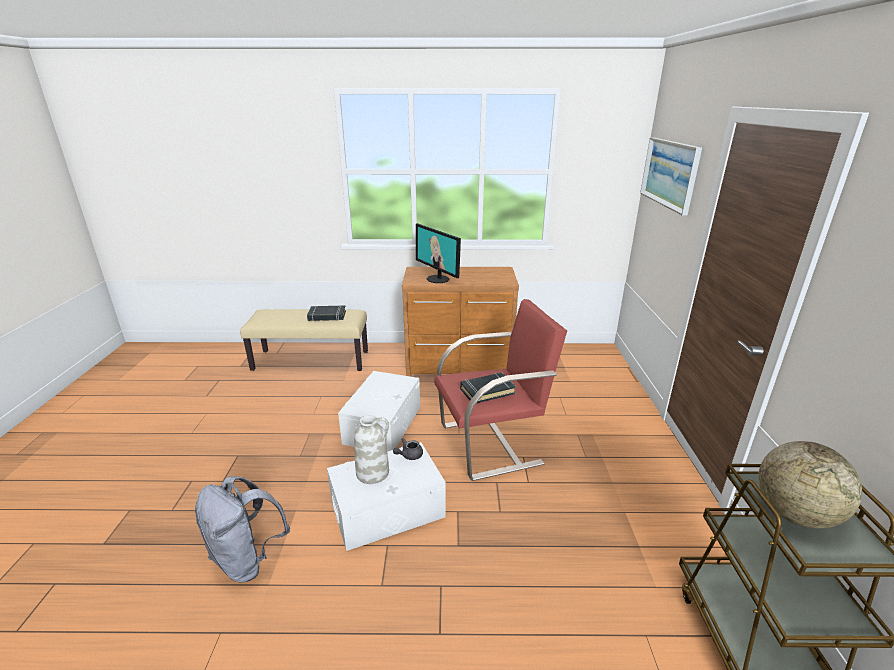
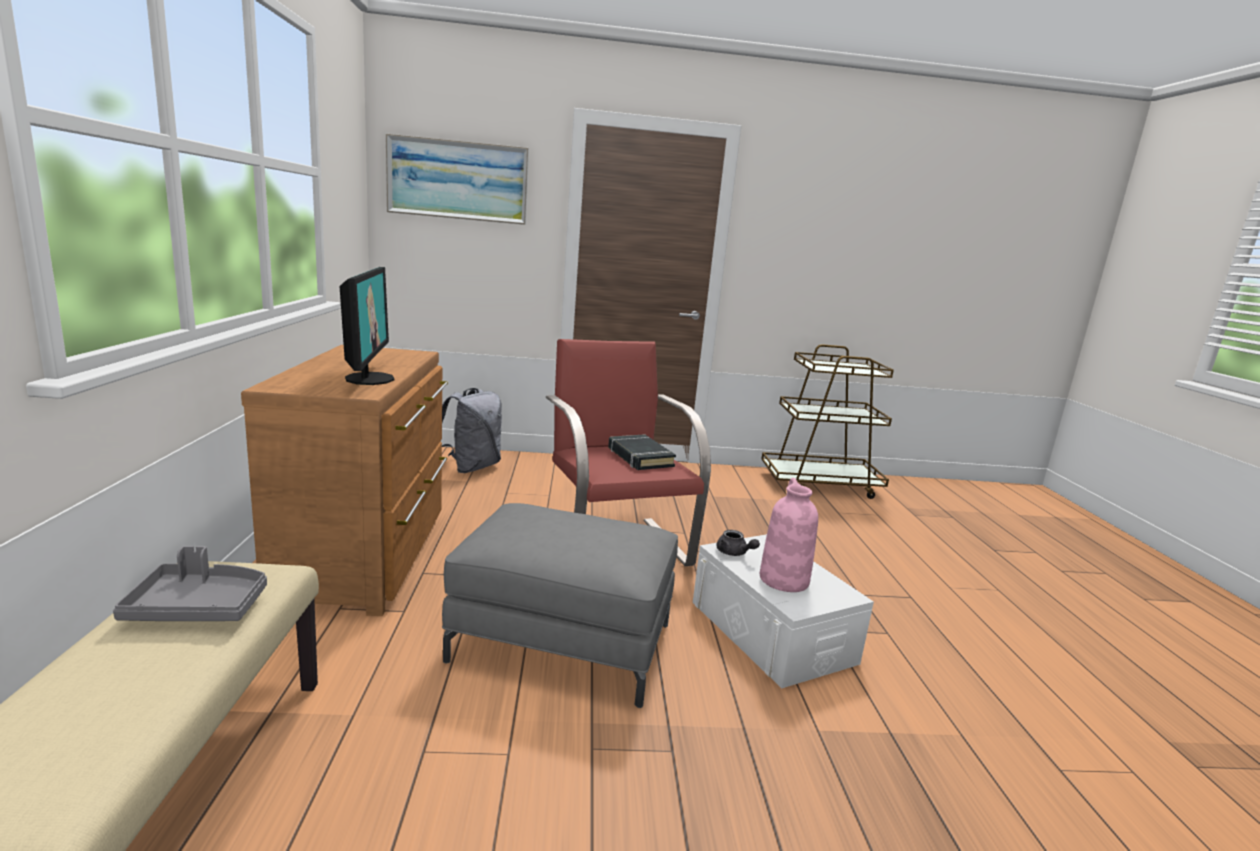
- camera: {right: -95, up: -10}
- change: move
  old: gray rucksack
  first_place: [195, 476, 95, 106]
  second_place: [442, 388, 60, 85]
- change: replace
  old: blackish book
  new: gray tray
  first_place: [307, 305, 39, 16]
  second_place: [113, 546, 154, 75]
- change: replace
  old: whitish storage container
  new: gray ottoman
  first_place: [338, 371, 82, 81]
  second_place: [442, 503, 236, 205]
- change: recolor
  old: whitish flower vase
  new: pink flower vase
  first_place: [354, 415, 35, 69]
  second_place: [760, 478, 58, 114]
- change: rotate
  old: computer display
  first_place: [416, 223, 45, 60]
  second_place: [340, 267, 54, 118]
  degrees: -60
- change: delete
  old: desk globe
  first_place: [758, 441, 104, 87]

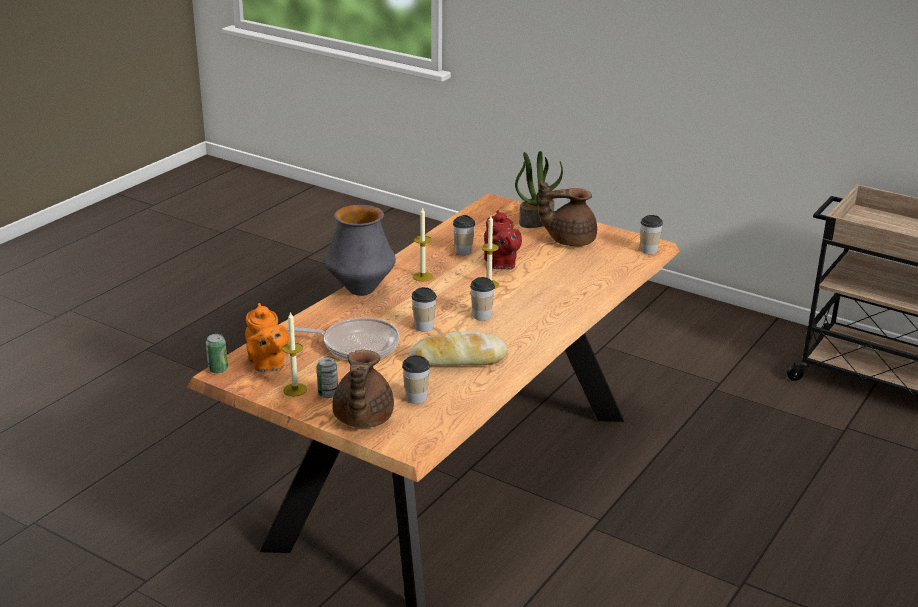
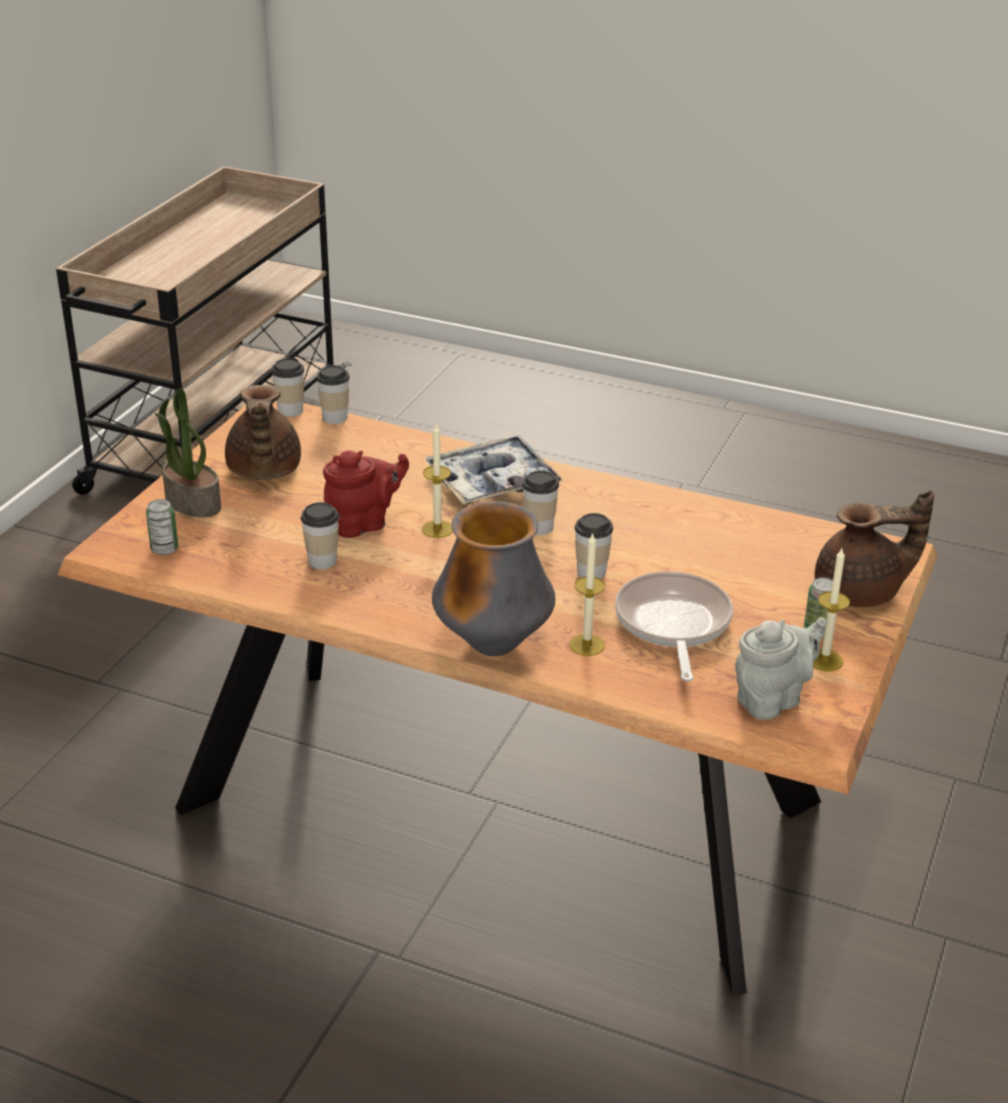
- camera: {right: -100, up: 5}
- change: move
  old: can
  first_place: [206, 334, 22, 39]
  second_place: [146, 499, 32, 56]
- change: recolor
  old: orange pot for tea
  new: gray pot for tea
  first_place: [245, 303, 44, 69]
  second_place: [735, 617, 92, 103]
- change: move
  old: small cup
  first_place: [402, 355, 28, 49]
  second_place: [316, 365, 34, 59]
- change: delete
  old: baked bread
  first_place: [409, 331, 98, 35]
- change: move
  old: wax light
  first_place: [413, 208, 20, 74]
  second_place: [569, 532, 36, 124]
- change: insert
  new: tray
  second_place: [424, 435, 139, 69]

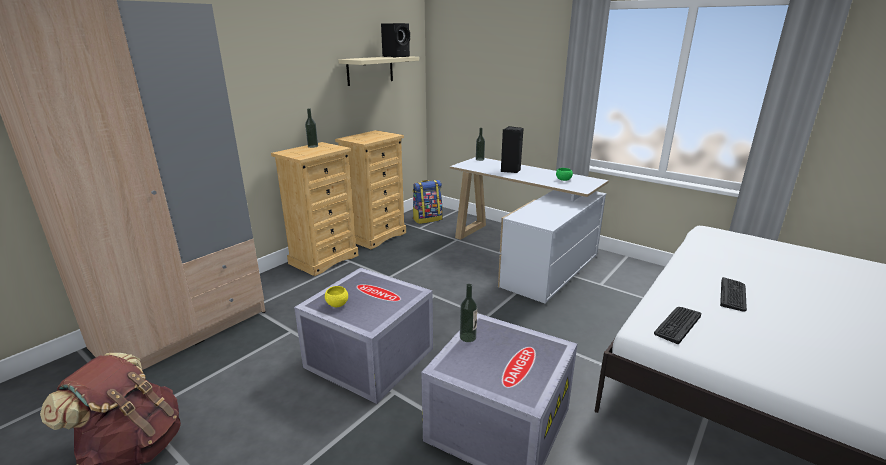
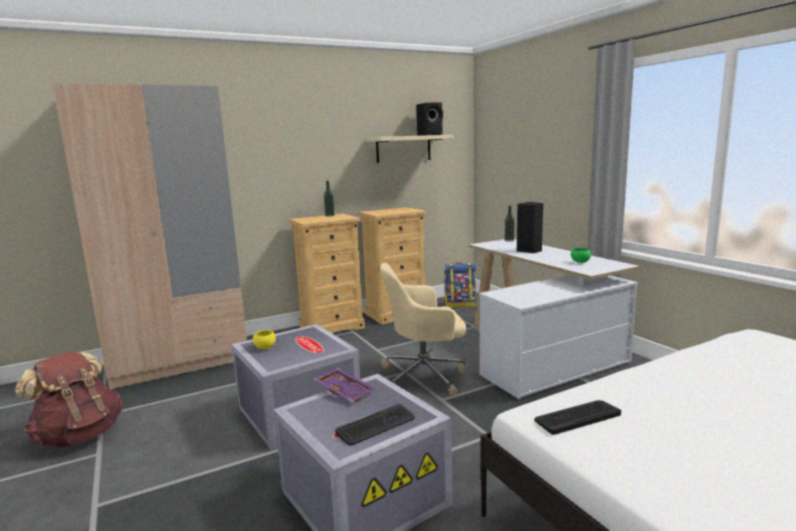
- camera: {right: 25, up: -10}
- change: replace
  old: bottle
  new: purple tray
  first_place: [460, 284, 17, 58]
  second_place: [314, 368, 62, 34]
- change: move
  old: PC keyboard
  first_place: [720, 277, 27, 35]
  second_place: [335, 404, 80, 41]
- change: insert
  new: sand-coloured desk chair
  second_place: [380, 263, 86, 133]

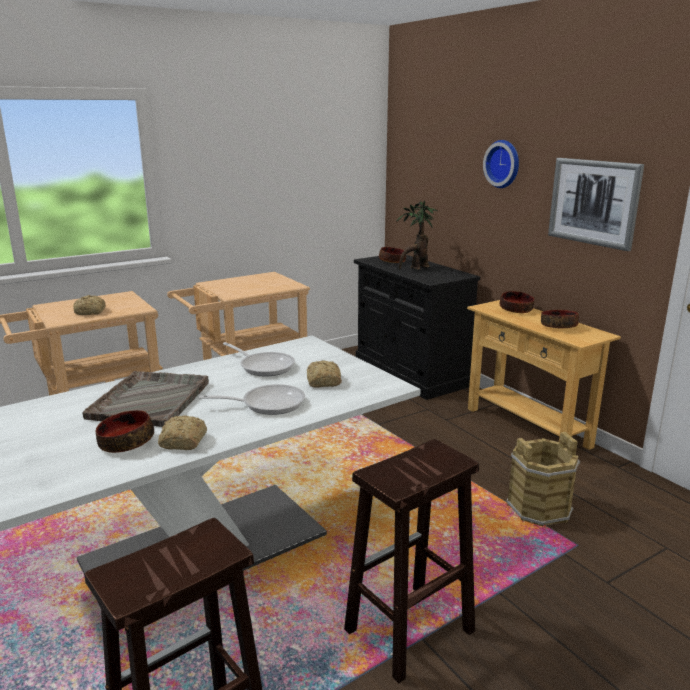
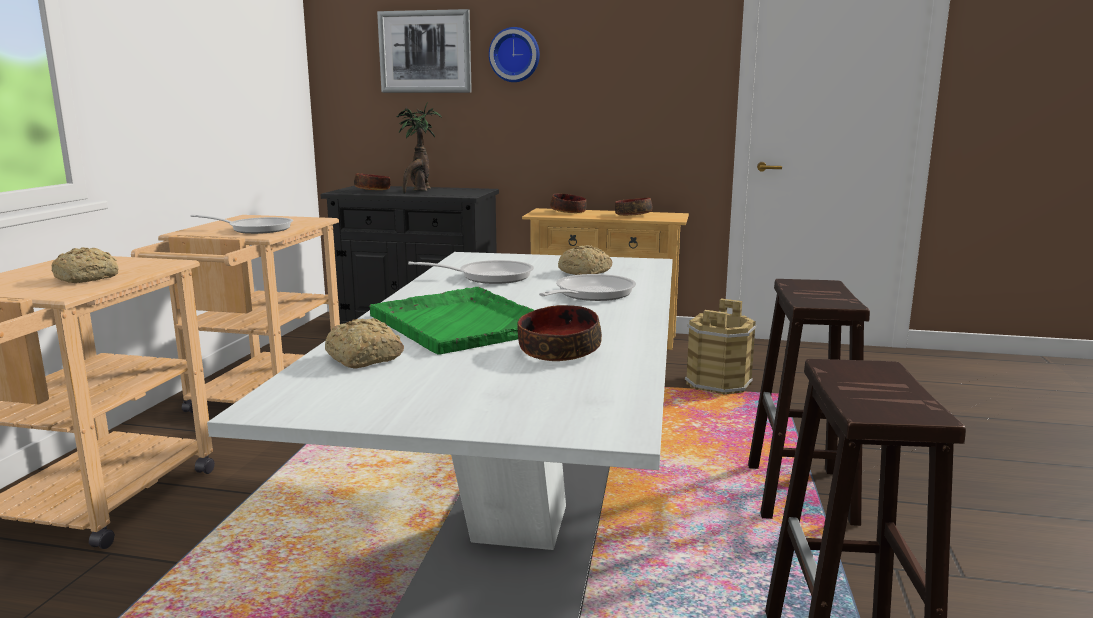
- camera: {right: -45, up: -5}
- change: recolor
  old: gray tray
  new: green tray
  first_place: [83, 371, 126, 56]
  second_place: [369, 287, 165, 68]
- change: move
  old: baked bread
  first_place: [158, 415, 49, 35]
  second_place: [325, 318, 79, 50]
- change: move
  old: wall art
  first_place: [548, 158, 96, 93]
  second_place: [377, 9, 95, 84]
- change: insert
  new: skillet
  second_place: [190, 214, 103, 20]

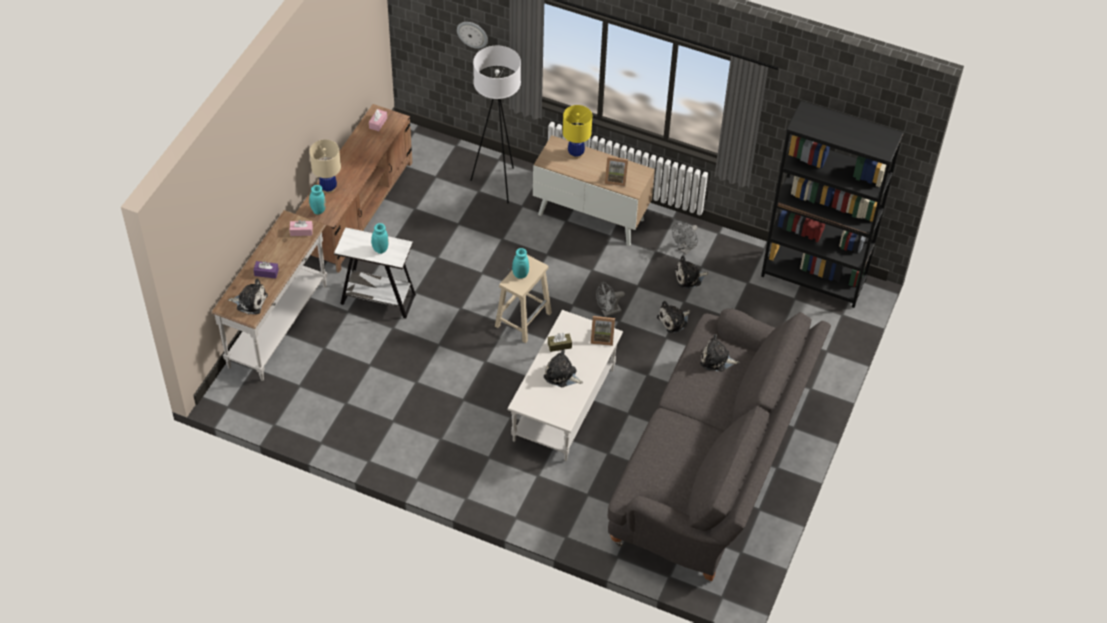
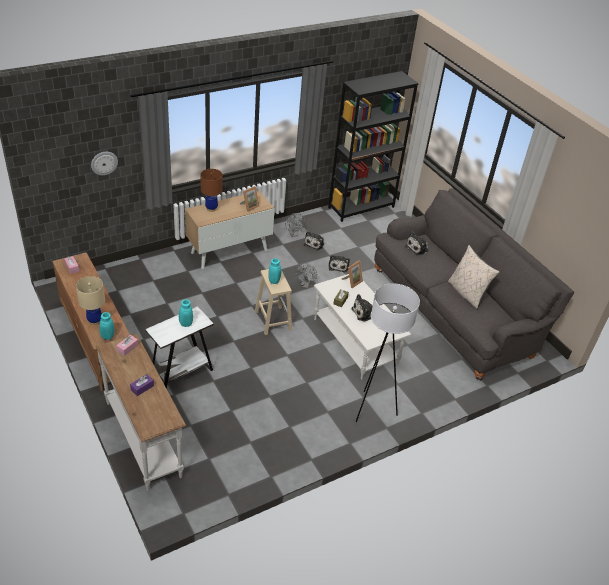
- camera: {right: -55, up: -10}
- change: delete
  old: cuddly toy
  first_place: [228, 278, 40, 36]
- change: move
  old: whitish standing lamp
  first_place: [470, 46, 51, 157]
  second_place: [356, 283, 64, 139]
- change: recolor
  old: yellow-coloured lamp for a table
  new: brown lamp for a table
  first_place: [563, 105, 29, 54]
  second_place: [200, 169, 22, 43]
- change: insert
  new: sand-coloured throw pillow
  second_place: [448, 245, 51, 64]

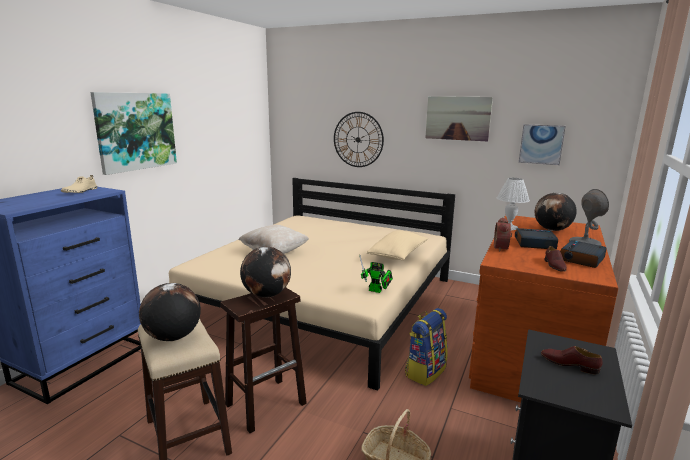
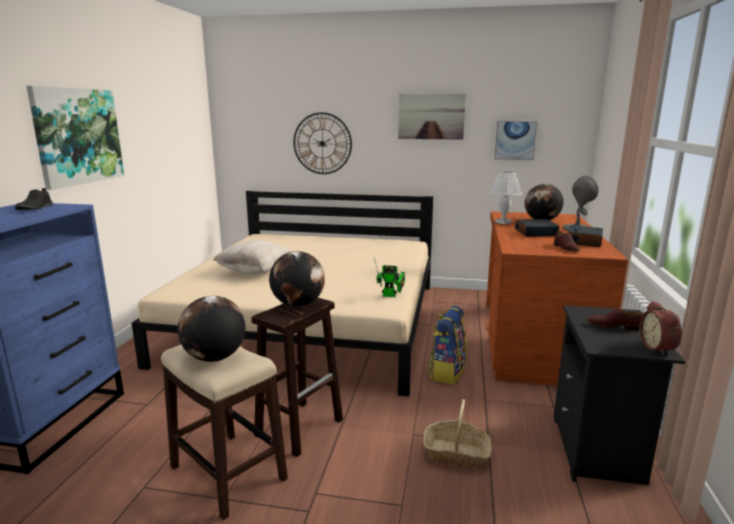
- camera: {right: -15, up: 0}
- change: recolor
  old: sand-coloured item of footwear
  new: blackish item of footwear
  first_place: [61, 175, 37, 18]
  second_place: [14, 188, 39, 22]
- change: delete
  old: sand-coloured throw pillow
  first_place: [367, 230, 61, 30]
- change: move
  old: bedside clock
  first_place: [494, 218, 18, 33]
  second_place: [640, 301, 42, 55]

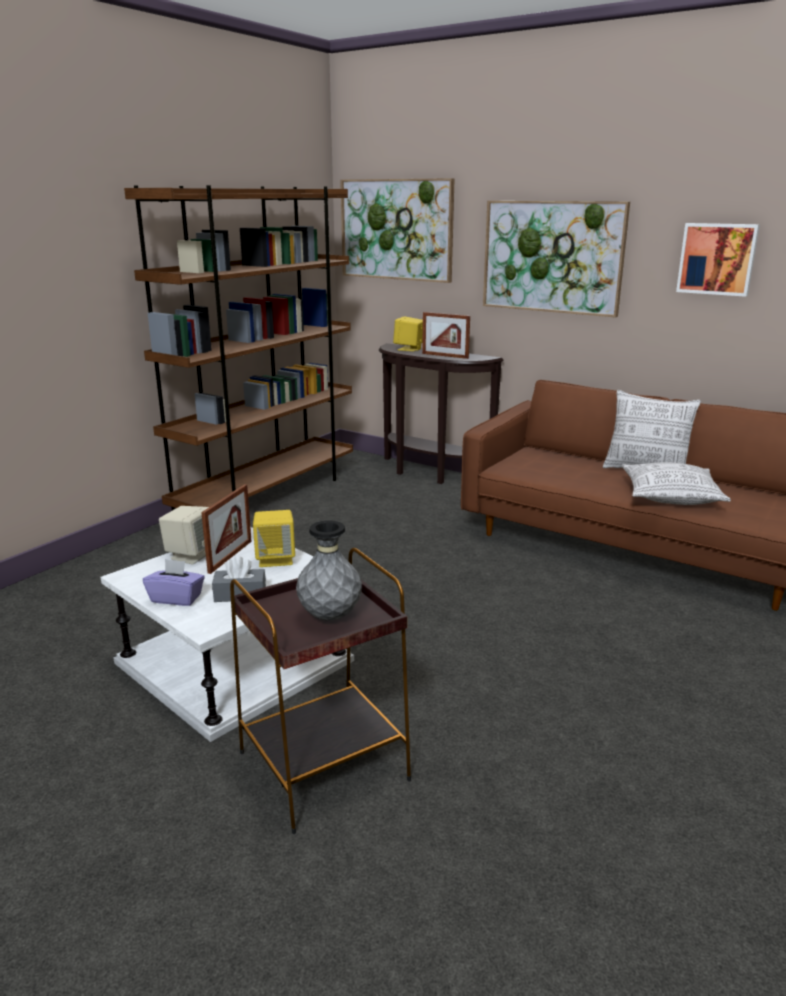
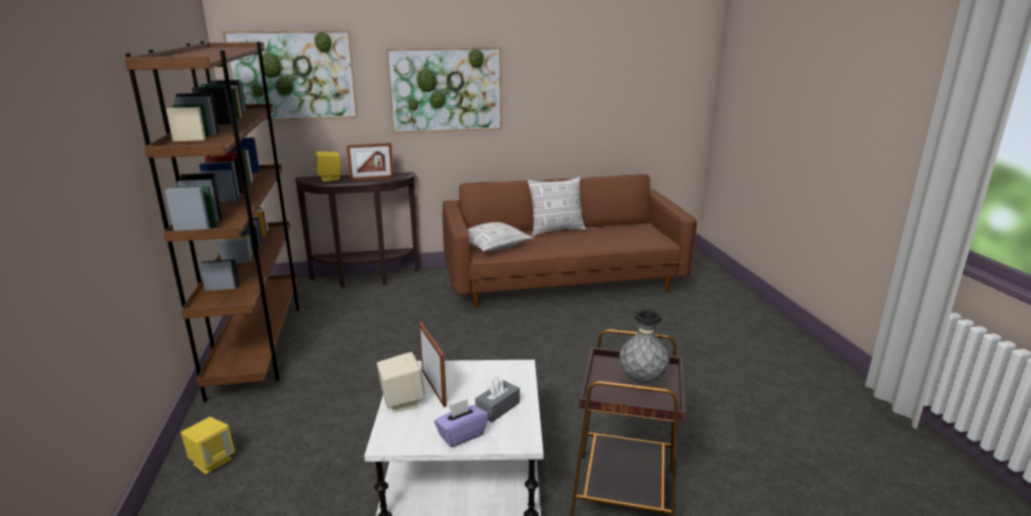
- camera: {right: -45, up: 0}
- change: move
  old: yellow-coloured speaker
  first_place: [253, 510, 42, 57]
  second_place: [181, 417, 54, 57]
- change: move
  old: throw pillow
  first_place: [622, 462, 109, 43]
  second_place: [467, 222, 67, 29]
- change: delete
  old: wall art
  first_place: [676, 223, 84, 74]

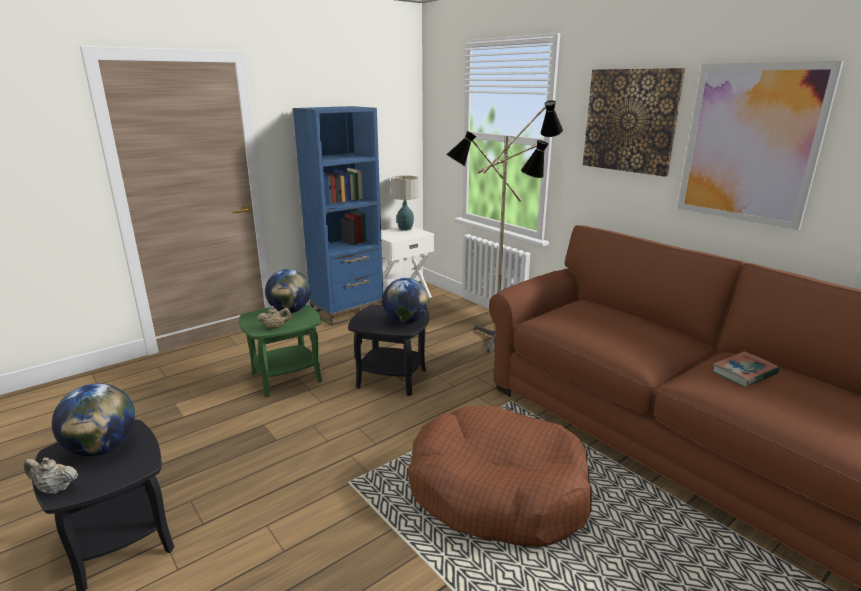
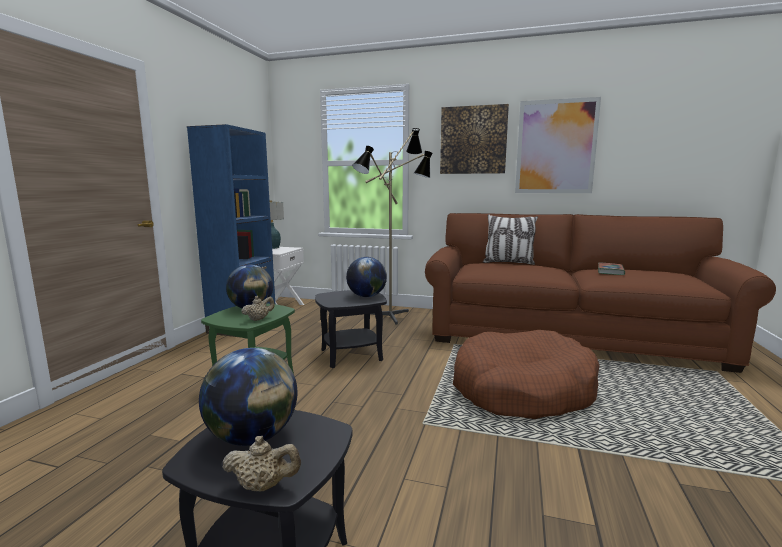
- camera: {right: -35, up: -10}
- change: rotate
  old: sand-coloured pot for tea
  first_place: [23, 457, 55, 37]
  second_place: [222, 436, 79, 55]
  degrees: -150
- change: insert
  new: throw pillow
  second_place: [483, 214, 55, 51]

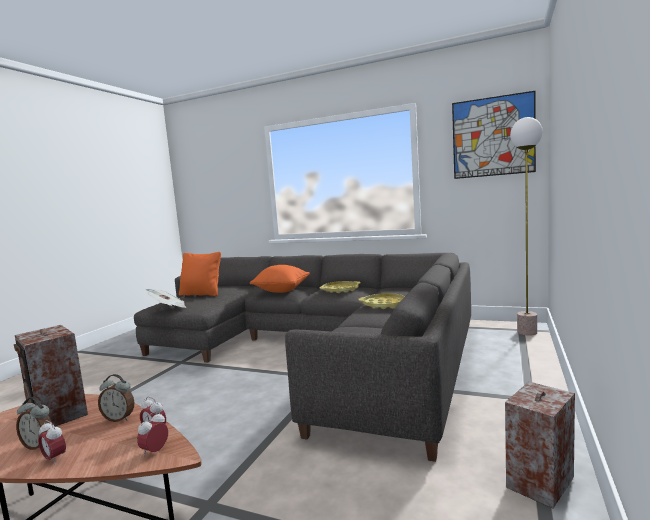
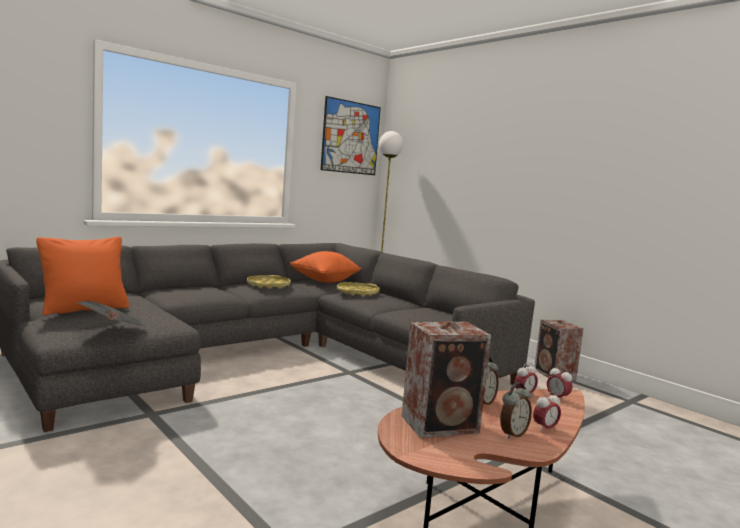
- camera: {right: -65, up: 0}
- change: move
  old: orange throw pillow
  first_place: [250, 265, 60, 28]
  second_place: [290, 251, 71, 32]

